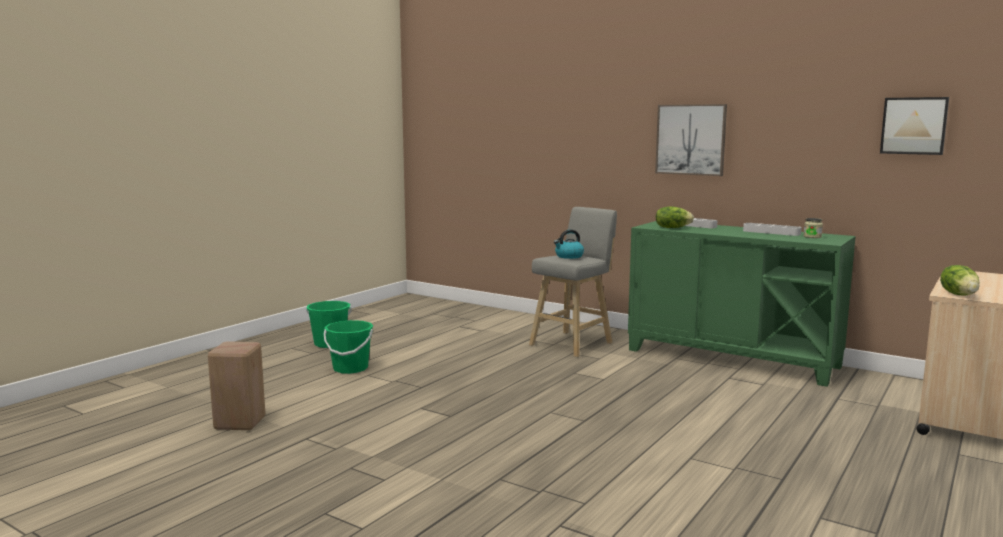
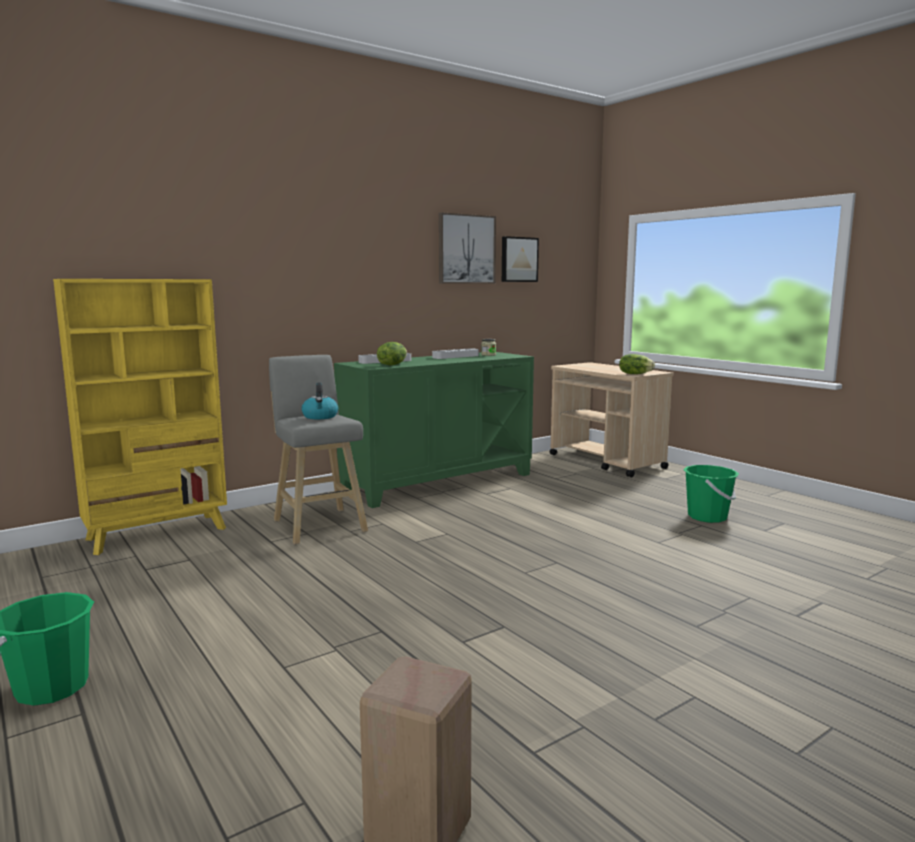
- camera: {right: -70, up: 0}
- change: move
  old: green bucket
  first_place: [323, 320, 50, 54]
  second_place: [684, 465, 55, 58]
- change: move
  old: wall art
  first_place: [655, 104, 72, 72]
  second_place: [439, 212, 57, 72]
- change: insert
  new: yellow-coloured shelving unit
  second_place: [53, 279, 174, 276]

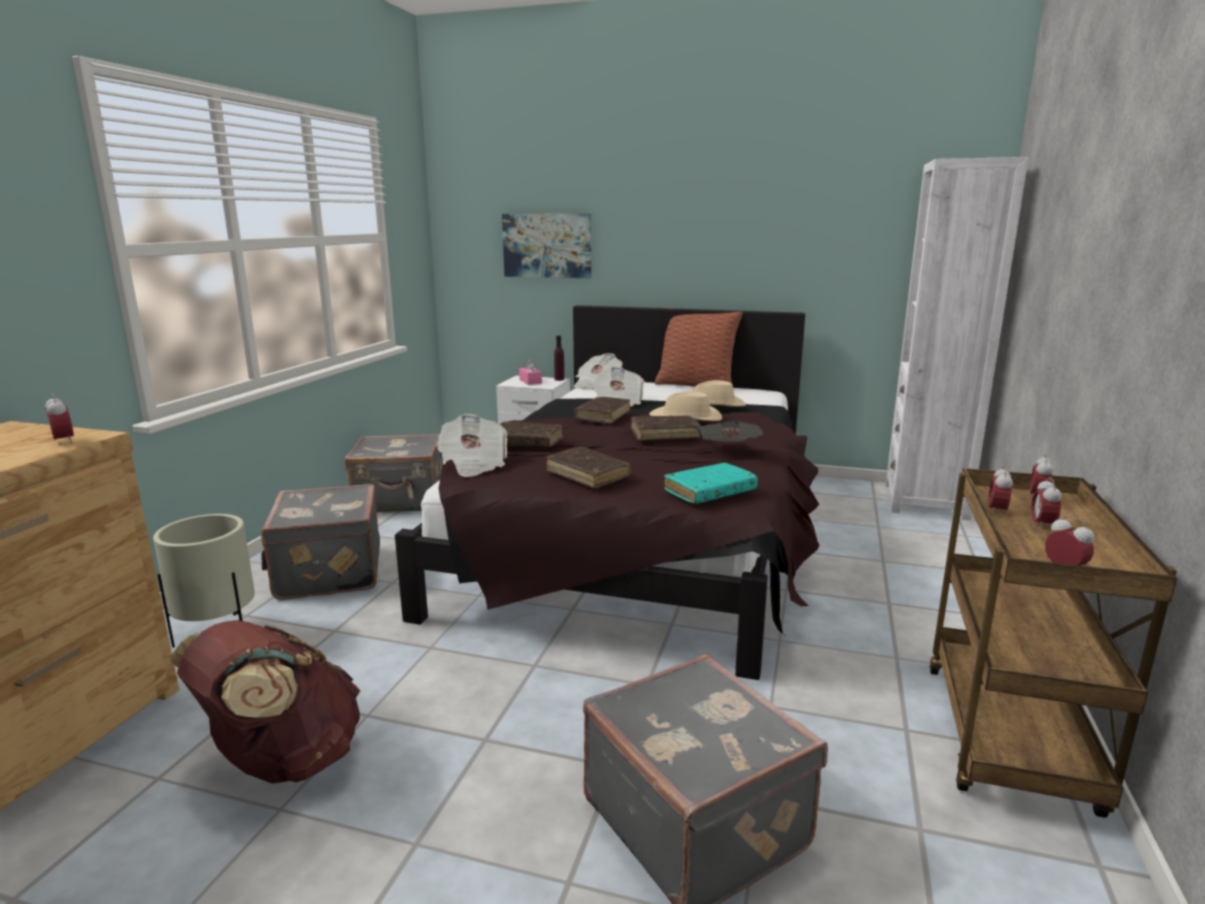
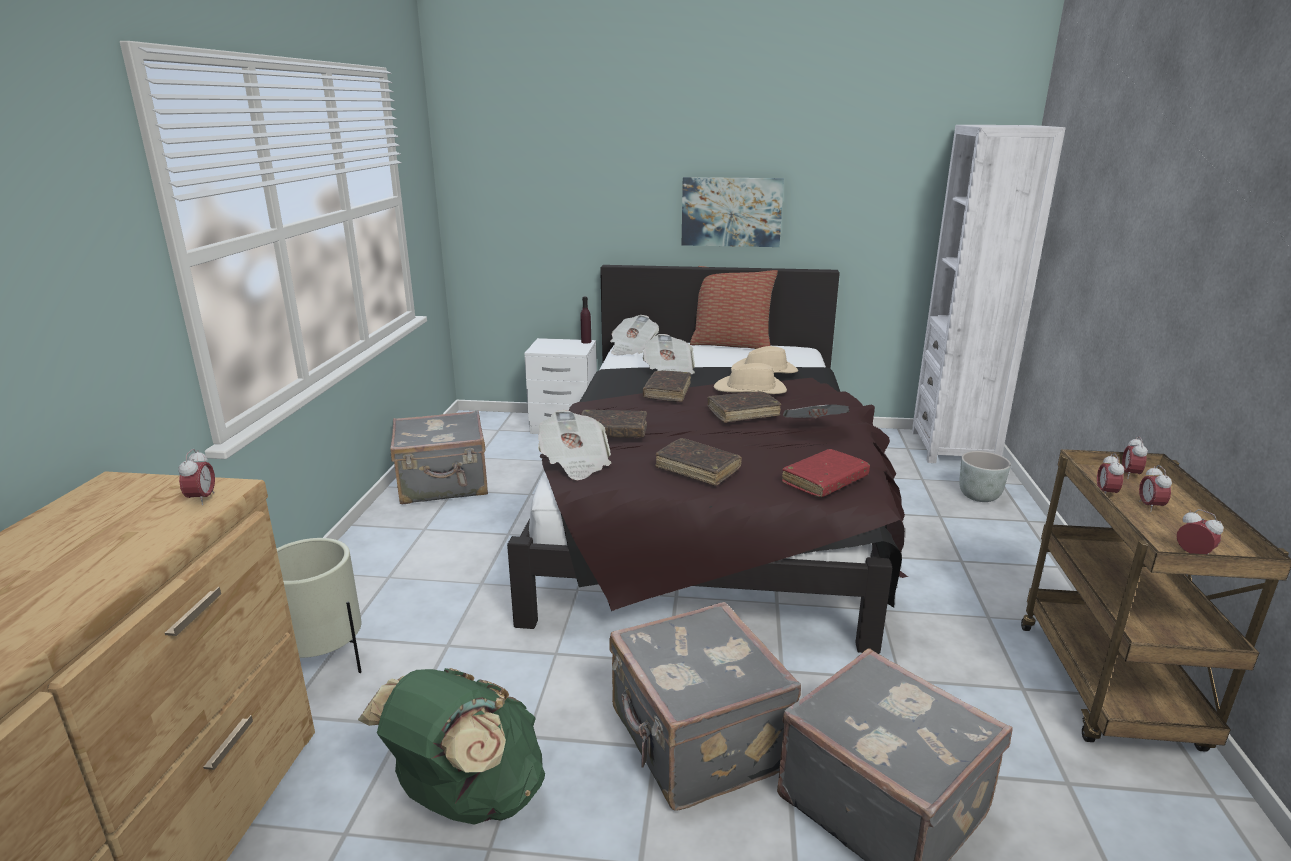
- camera: {right: -10, up: 5}
- change: rotate
  old: bedside clock
  first_place: [45, 394, 29, 49]
  second_place: [178, 449, 37, 56]
  degrees: 45
- change: recolor
  old: brown rucksack
  new: green rucksack
  first_place: [170, 620, 190, 164]
  second_place: [358, 668, 187, 157]
- change: move
  old: gray piece of luggage
  first_place: [261, 484, 119, 116]
  second_place: [610, 602, 191, 209]
- change: move
  old: wall art
  first_place: [502, 214, 89, 64]
  second_place: [682, 177, 102, 70]
- change: delete
  old: pink tissue box
  first_place: [519, 359, 23, 26]
- change: recolor
  old: turquoise-coloured book
  new: red-coloured book
  first_place: [664, 463, 94, 41]
  second_place: [782, 449, 88, 48]
- change: insert
  new: gray planter
  second_place: [959, 451, 52, 51]

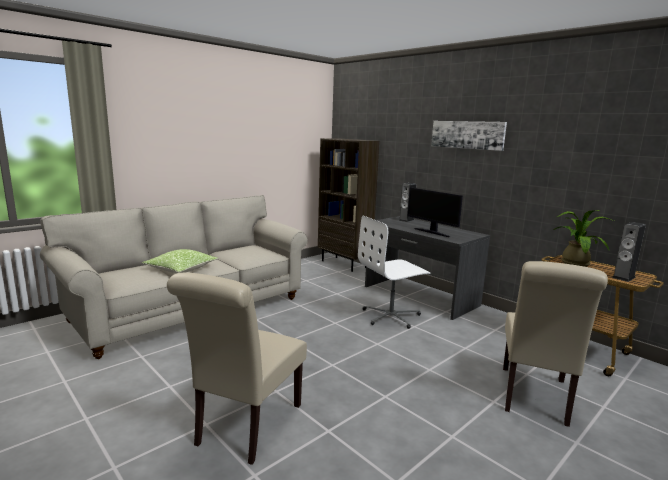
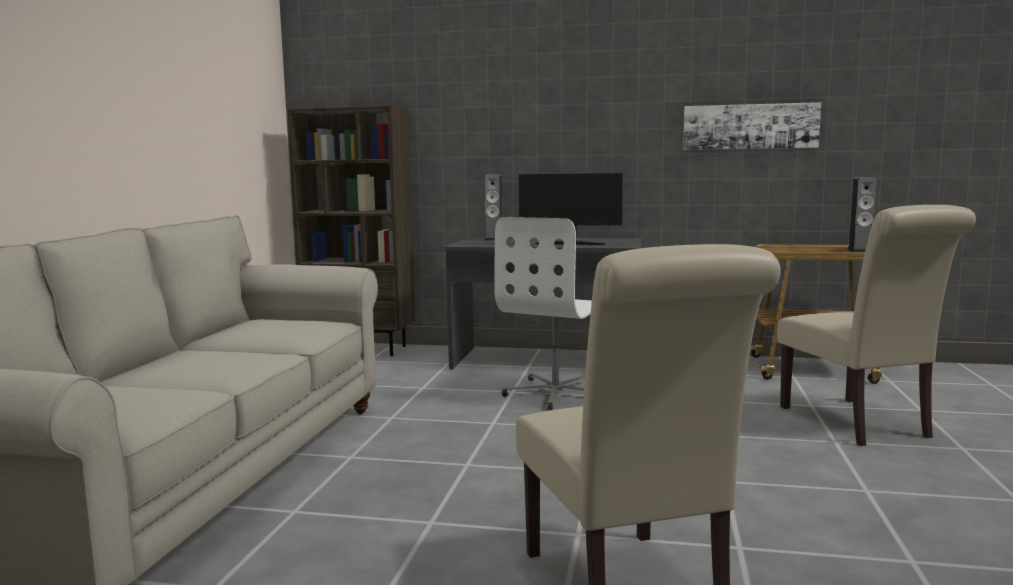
- camera: {right: -35, up: -5}
- change: delete
  old: throw pillow
  first_place: [142, 249, 76, 24]
- change: move
  old: wall art
  first_place: [431, 121, 76, 30]
  second_place: [683, 102, 138, 48]
- change: delete
  old: potted plant
  first_place: [553, 210, 61, 57]

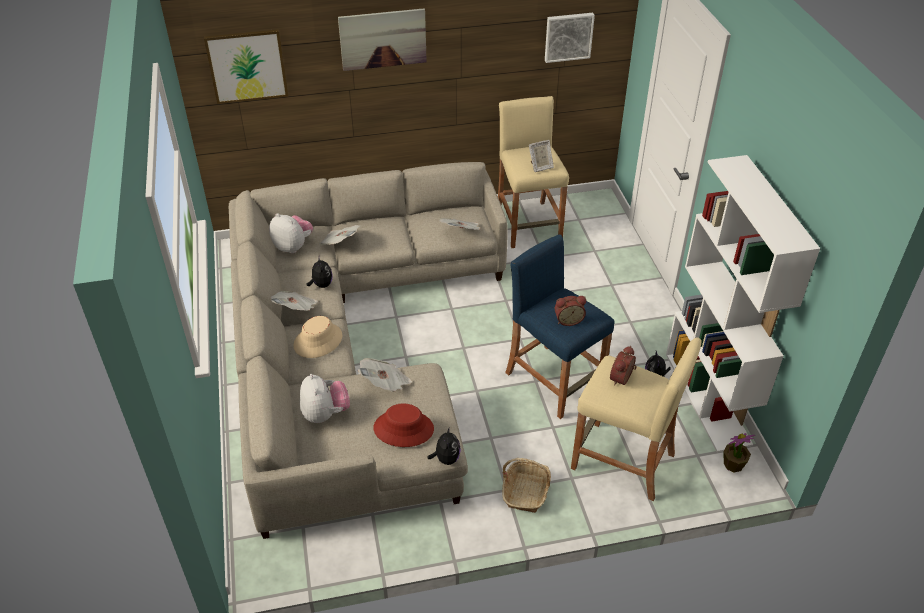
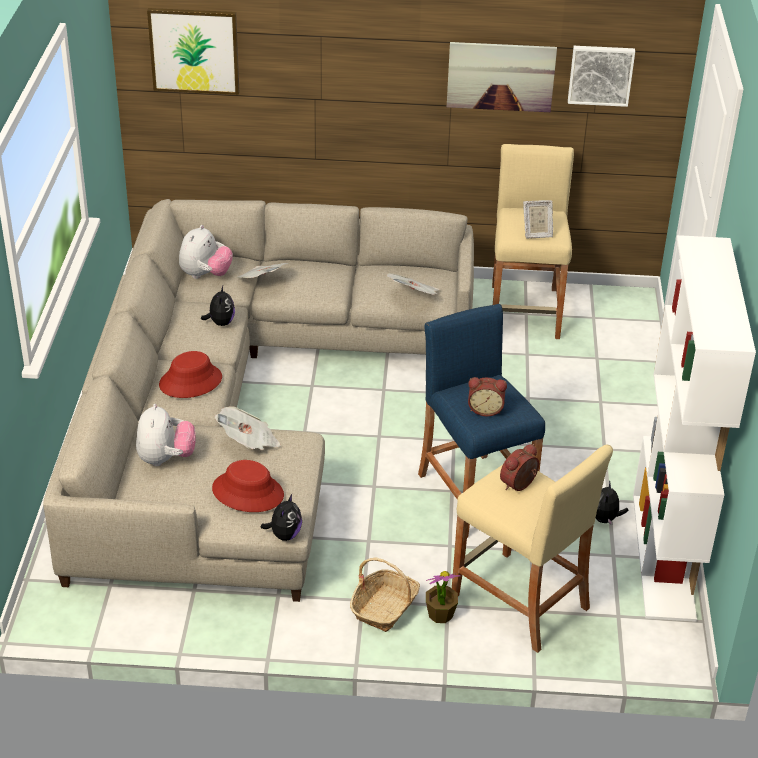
- camera: {right: 15, up: -5}
- change: rotate
  old: cuddly toy
  first_place: [269, 213, 44, 41]
  second_place: [179, 225, 54, 54]
  degrees: 60
- change: delete
  old: newspaper
  first_place: [270, 291, 48, 20]
- change: recolor
  old: sand-coloured wearable hat
  new: red-coloured wearable hat
  first_place: [293, 316, 49, 42]
  second_place: [159, 351, 63, 47]
- change: move
  old: wall art
  first_place: [338, 8, 89, 63]
  second_place: [447, 42, 110, 70]
- change: move
  old: potted plant
  first_place: [724, 433, 31, 40]
  second_place: [426, 571, 35, 52]

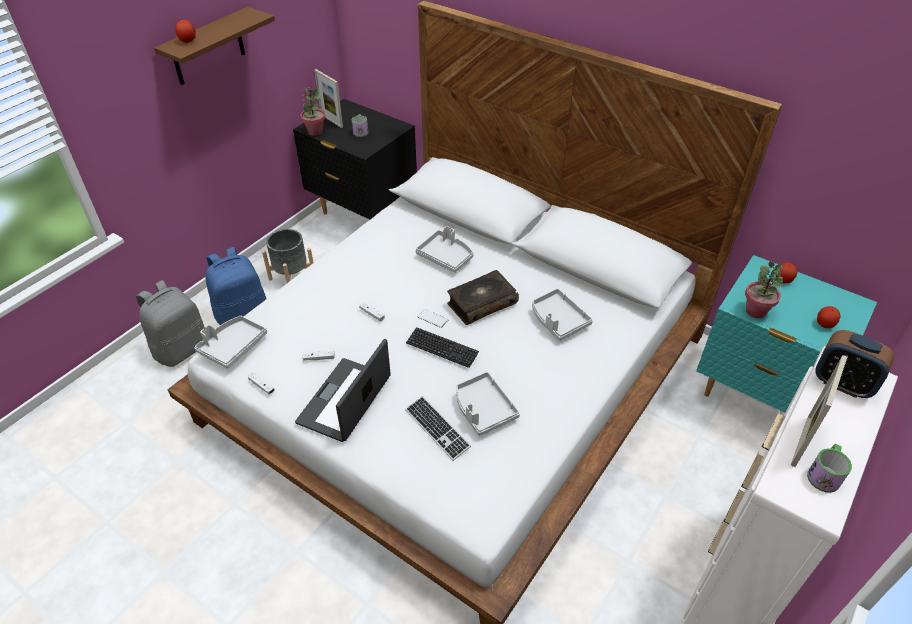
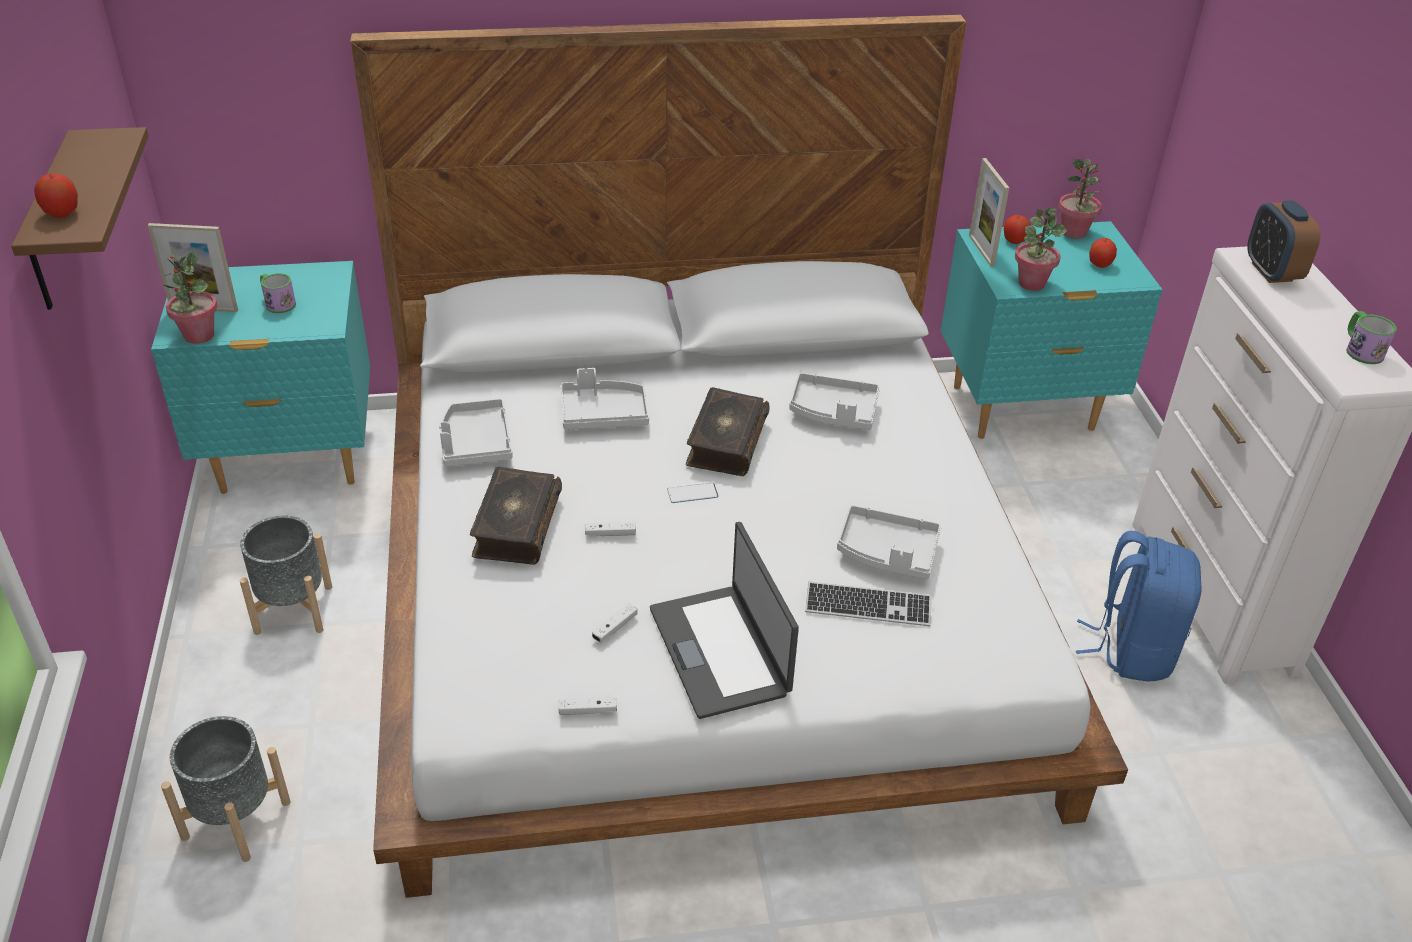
- camera: {right: -45, up: -5}
- change: replace
  old: gray rucksack
  new: gray planter
  first_place: [136, 280, 69, 87]
  second_place: [161, 716, 130, 146]
- change: move
  old: gray tray
  first_place: [195, 316, 72, 53]
  second_place: [439, 399, 74, 68]
- change: move
  old: bluish rucksack
  first_place: [206, 247, 60, 78]
  second_place: [1076, 531, 126, 151]
- change: recolor
  old: blackish bedside table
  new: turquoise-coloured bedside table
  first_place: [293, 99, 124, 121]
  second_place: [151, 261, 220, 233]
- change: delete
  old: PC keyboard
  first_place: [406, 327, 73, 41]
- change: move
  old: picture frame
  first_place: [791, 355, 56, 112]
  second_place: [969, 158, 40, 109]
- change: rotate
  old: bedside clock
  first_place: [815, 330, 79, 68]
  second_place: [1247, 200, 73, 83]
  degrees: 90
- change: insert
  new: book
  second_place: [470, 467, 92, 98]
- change: insert
  new: potted plant
  second_place: [1058, 159, 44, 80]

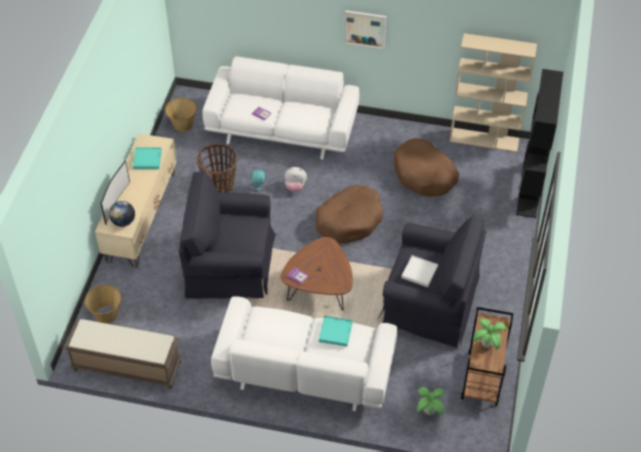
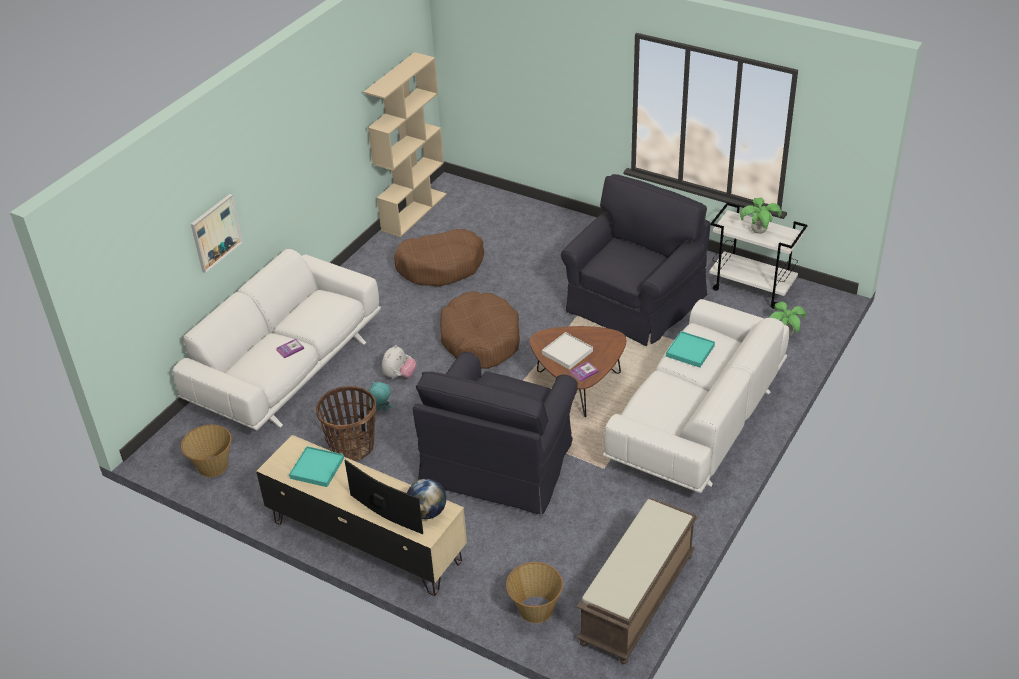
- camera: {right: -70, up: -10}
- change: move
  old: wall art
  first_place: [344, 10, 42, 39]
  second_place: [191, 194, 52, 79]
- change: move
  old: whitish tray
  first_place: [401, 255, 37, 32]
  second_place: [542, 332, 51, 38]
- change: recolor
  old: brown cart
  new: whitish cart
  first_place: [461, 307, 52, 99]
  second_place: [709, 202, 98, 107]
- change: delete
  old: blackish shelving unit
  first_place: [516, 69, 47, 149]

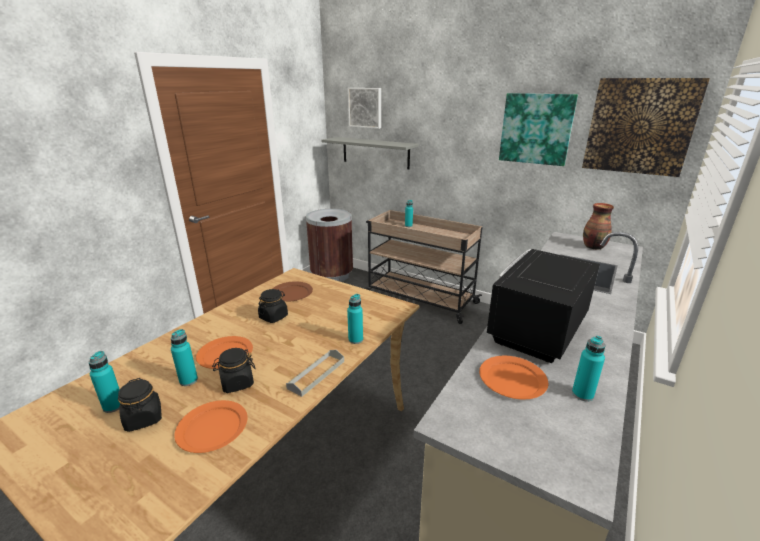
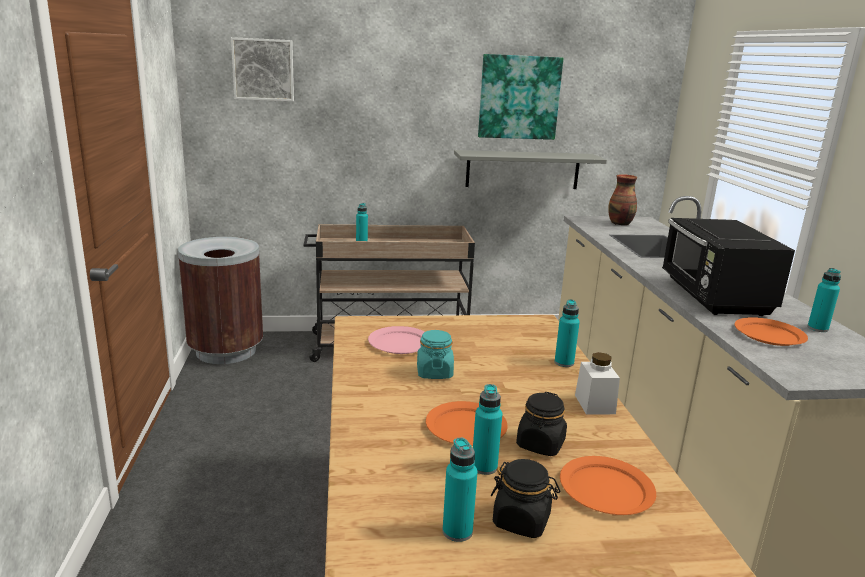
- camera: {right: -40, up: -5}
- change: recolor
  old: blackish storage jar
  new: turquoise-coloured storage jar
  first_place: [258, 289, 30, 34]
  second_place: [417, 330, 37, 49]
- change: recolor
  old: brown plate
  new: pink plate
  first_place: [273, 281, 40, 20]
  second_place: [368, 326, 57, 28]
- change: replace
  old: gray tray
  new: whitish storage jar
  first_place: [286, 350, 58, 47]
  second_place: [575, 352, 45, 63]
- change: move
  old: gray bracket shelf
  first_place: [322, 137, 97, 32]
  second_place: [454, 150, 153, 39]
- change: delete
  old: wall art
  first_place: [582, 78, 128, 99]

